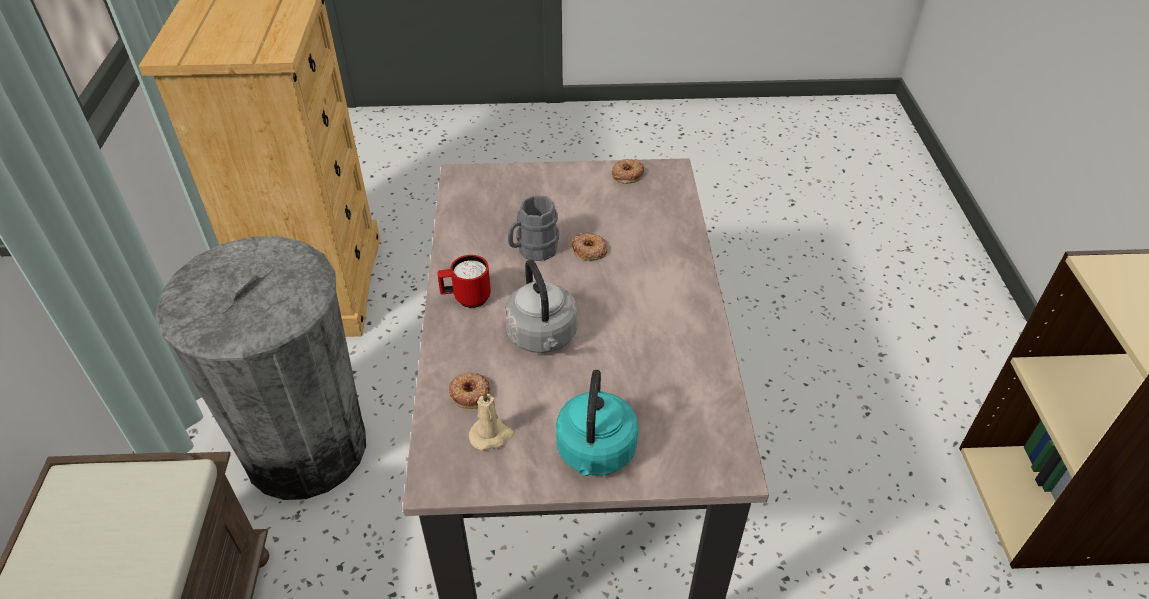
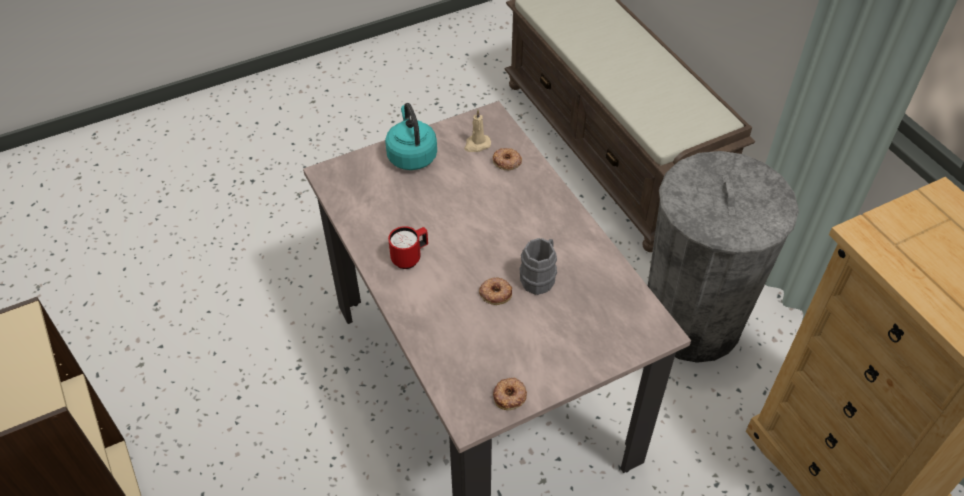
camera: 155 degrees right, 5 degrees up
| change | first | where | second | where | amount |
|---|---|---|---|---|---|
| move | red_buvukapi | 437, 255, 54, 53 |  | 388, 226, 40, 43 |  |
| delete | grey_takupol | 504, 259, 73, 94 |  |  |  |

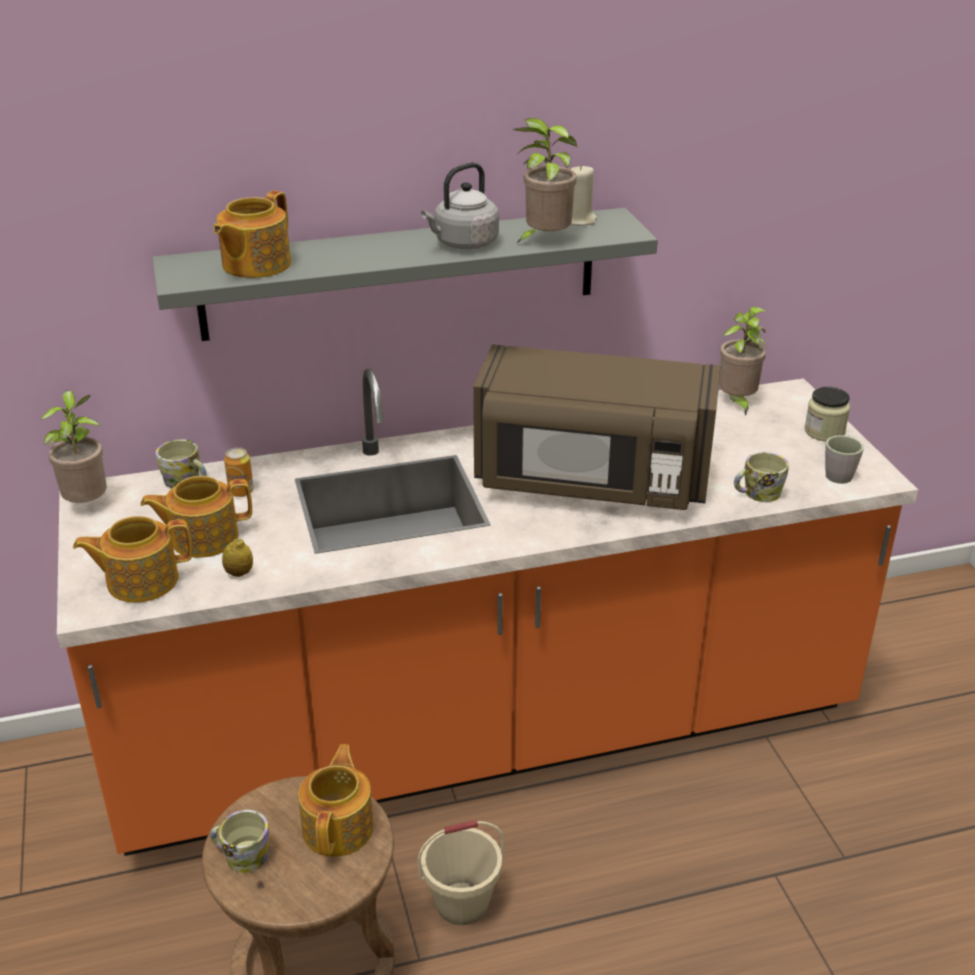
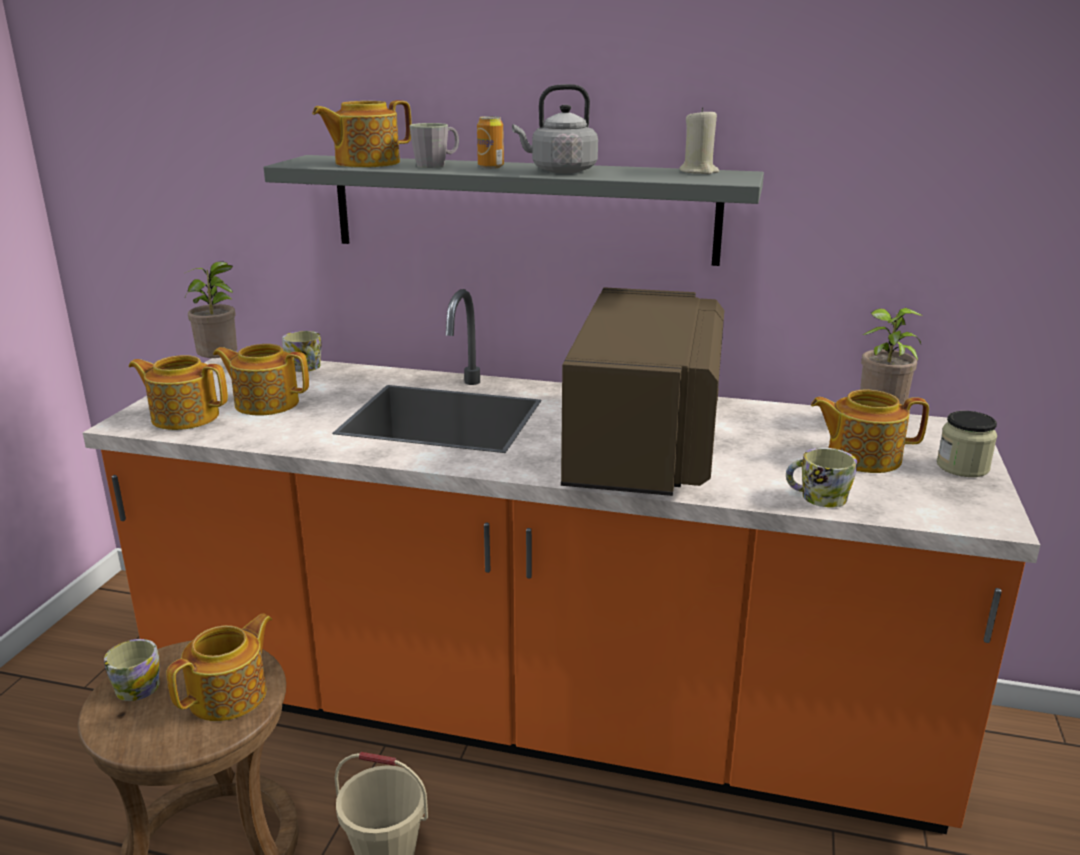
camera: 30 degrees right, 10 degrees down
| change | first | where | second | where | amount |
|---|---|---|---|---|---|
| move | grey_buvukapi | 825, 435, 39, 49 |  | 410, 123, 49, 45 |  |
| move | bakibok | 224, 447, 30, 50 |  | 477, 116, 27, 53 |  |
| rotate | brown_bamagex | 473, 344, 247, 166 |  | 561, 287, 163, 209 | 120 degrees counterclockwise |
| insert |  |  | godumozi | 811, 389, 118, 84 |  |
| delete | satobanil | 222, 538, 31, 39 |  |  |  |
| delete | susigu | 513, 118, 65, 126 |  |  |  |

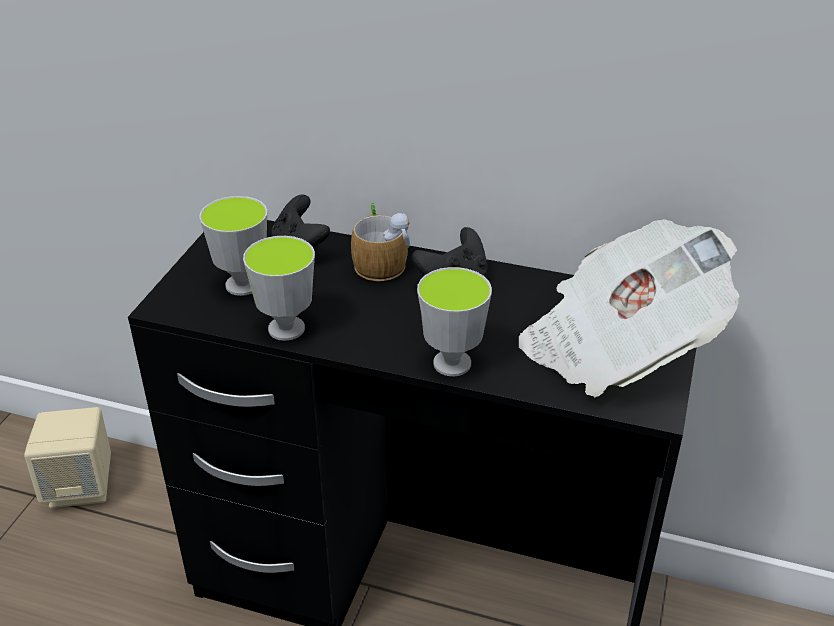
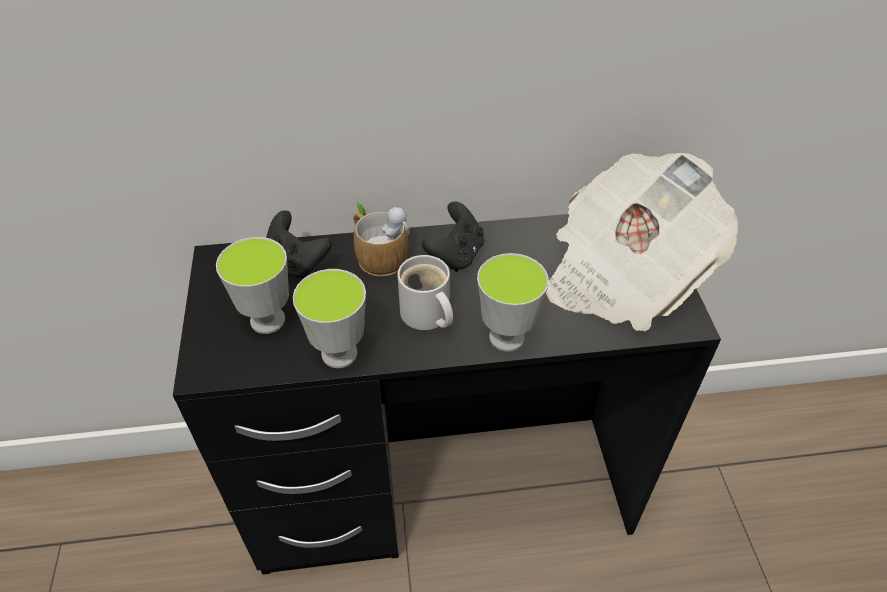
camera: 25 degrees left, 10 degrees up
| change | first | where | second | where | amount |
|---|---|---|---|---|---|
| insert |  |  | white_buvukapi | 397, 255, 56, 75 |  |
| delete | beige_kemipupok | 24, 407, 87, 101 |  |  |  |

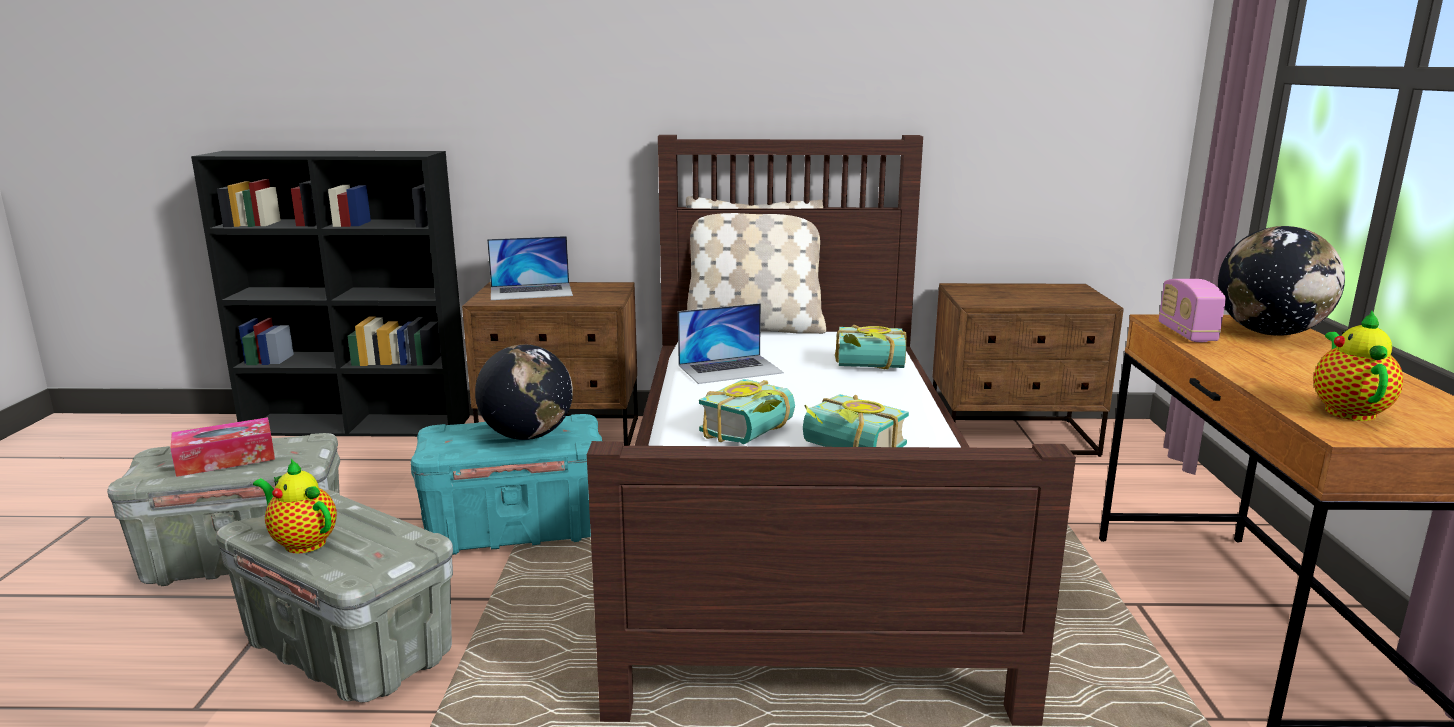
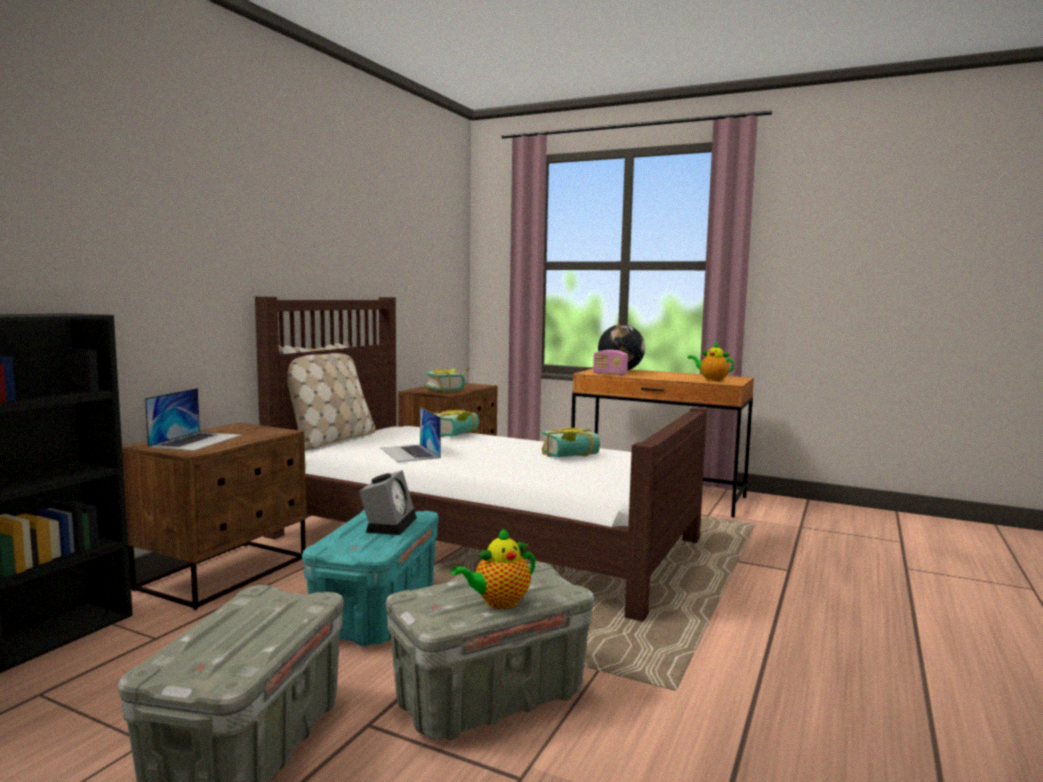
camera: 65 degrees left, 10 degrees down
| change | first | where | second | where | amount |
|---|---|---|---|---|---|
| replace | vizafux | 475, 344, 98, 96 | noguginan | 359, 470, 58, 65 |  |
| rotate | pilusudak | 678, 303, 106, 81 |  | 381, 407, 60, 55 | 150 degrees clockwise |
| move | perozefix | 699, 379, 96, 65 |  | 425, 367, 45, 25 |  |
| delete | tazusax | 170, 417, 105, 60 |  |  |  |

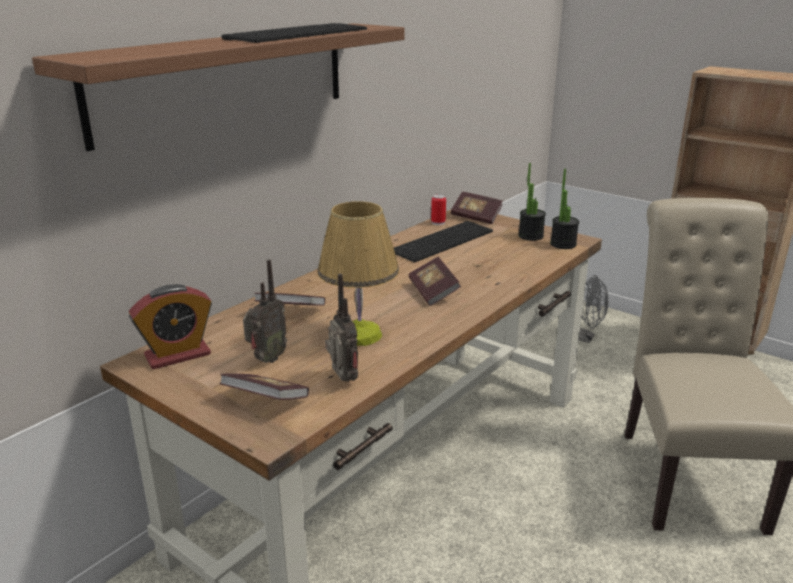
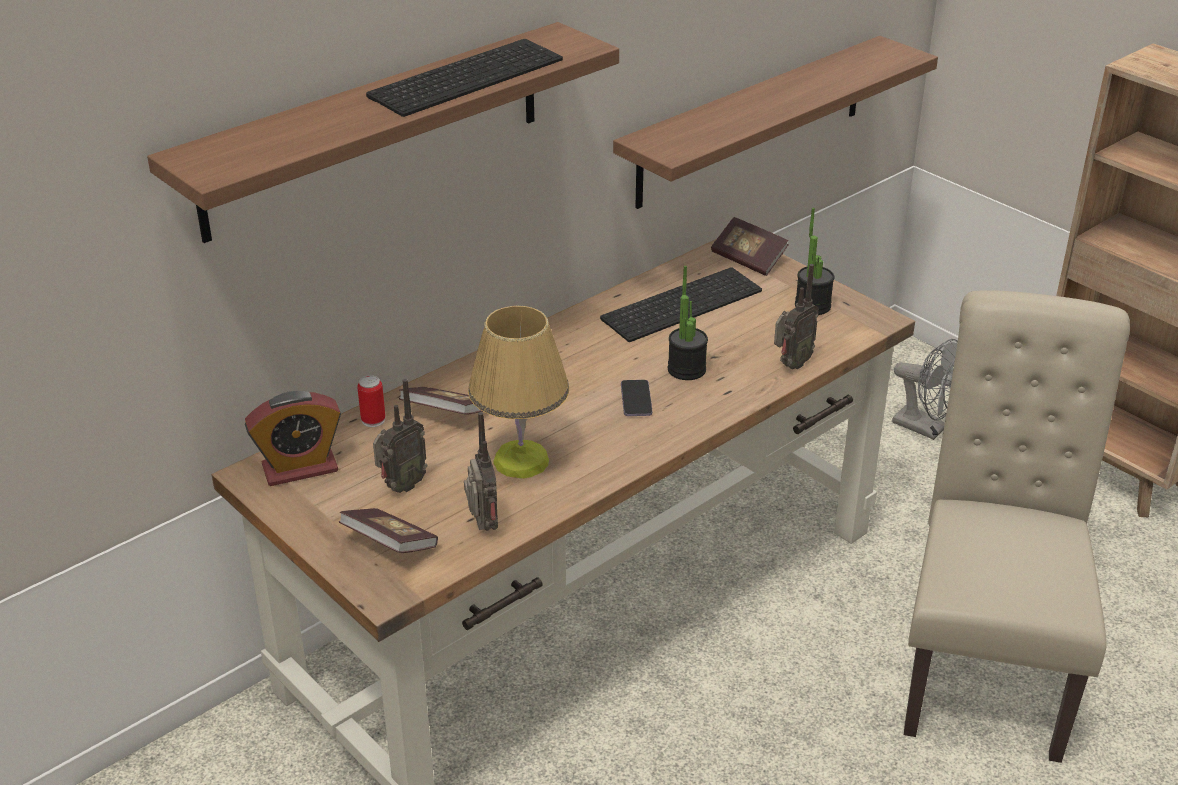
camera: 10 degrees right, 10 degrees up
| change | first | where | second | where | amount |
|---|---|---|---|---|---|
| move | bakibok | 431, 194, 15, 31 |  | 357, 375, 28, 52 |  |
| insert |  |  | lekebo | 613, 36, 325, 173 |  |
| replace | perozefix | 409, 257, 52, 49 | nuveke | 621, 380, 31, 36 |  |
| move | susigu | 550, 169, 29, 80 |  | 668, 266, 40, 114 |  |
| insert |  |  | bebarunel | 774, 264, 45, 106 |  |

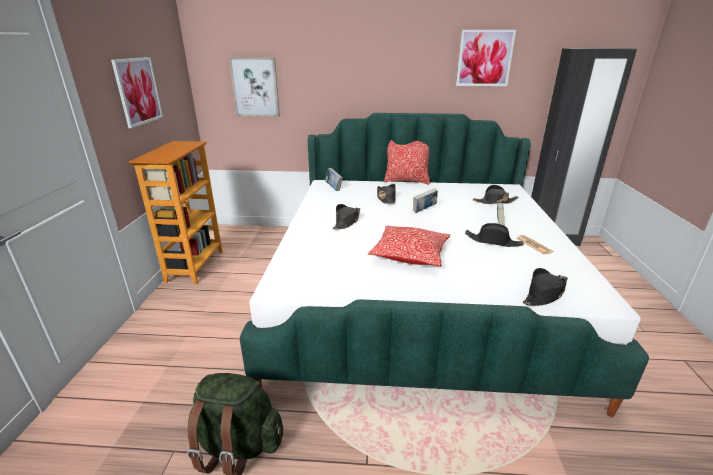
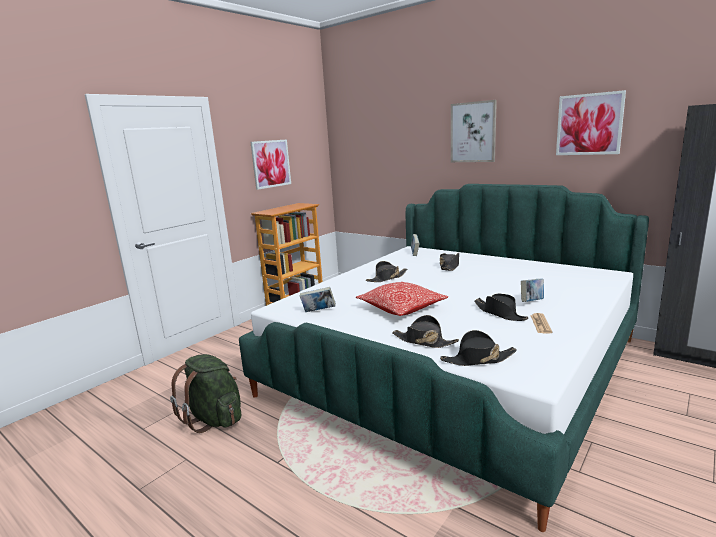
camera: 35 degrees right, 10 degrees down
| change | first | where | second | where | amount |
|---|---|---|---|---|---|
| move | perozefix | 413, 188, 25, 25 |  | 300, 287, 36, 25 |  |
| move | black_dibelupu | 473, 185, 46, 19 |  | 393, 315, 66, 33 |  |
| move | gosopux | 229, 57, 51, 60 |  | 451, 100, 46, 62 |  |
| delete | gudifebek | 384, 140, 46, 44 |  |  |  |

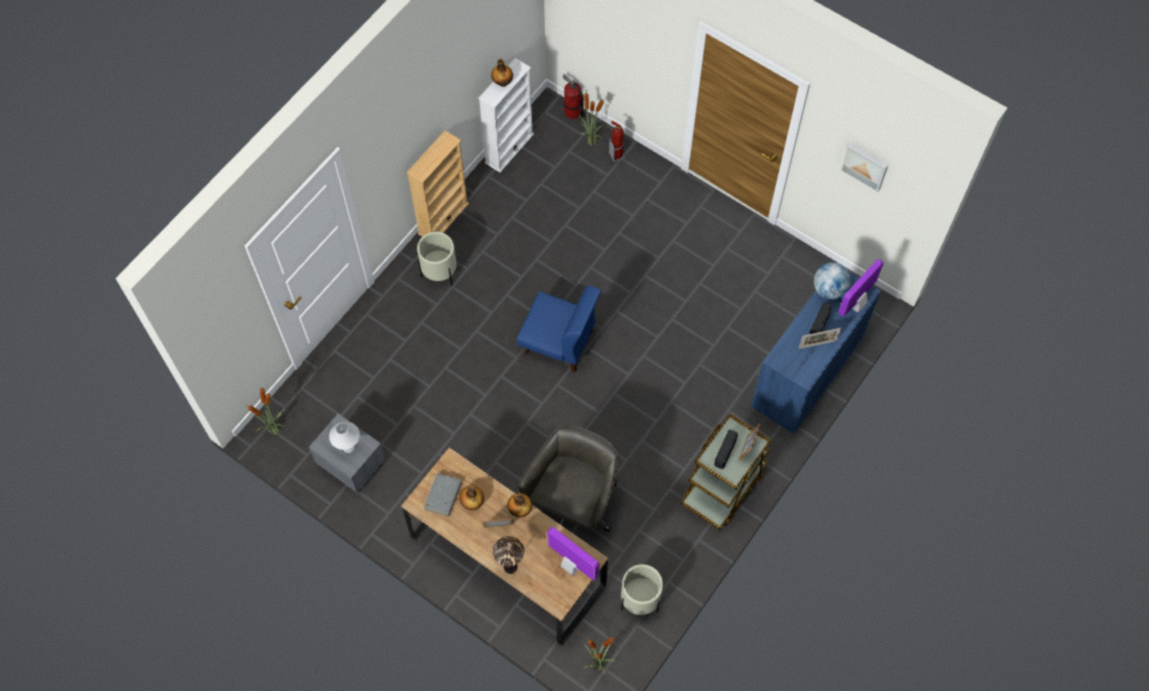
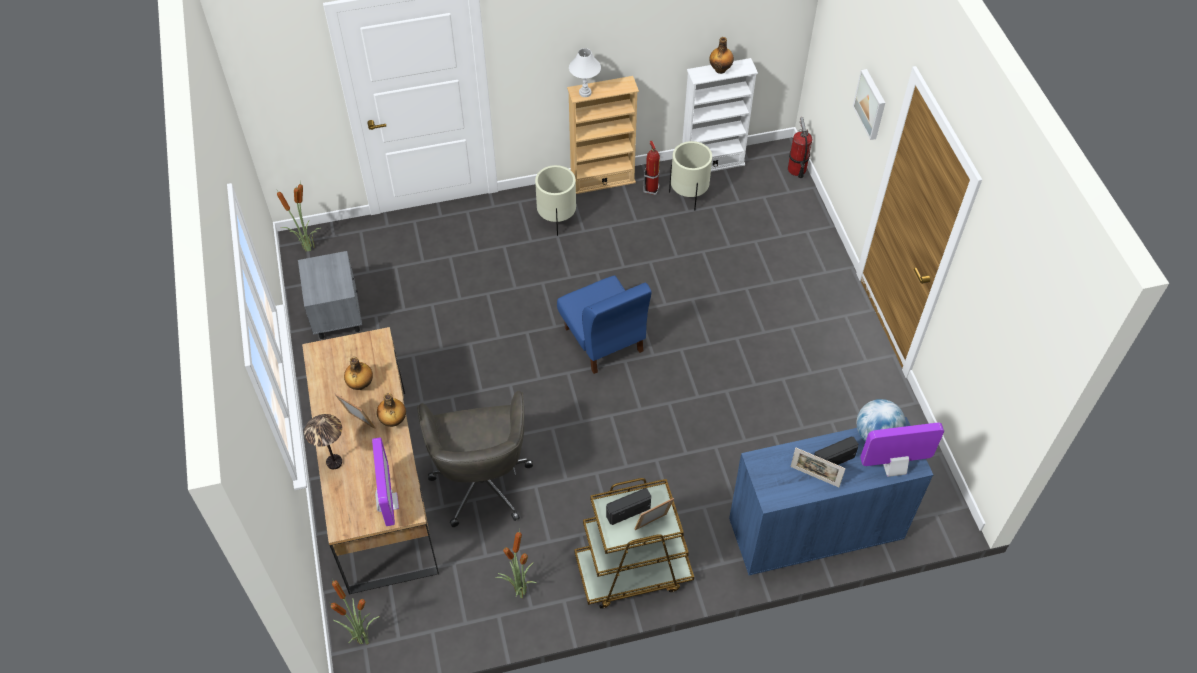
camera: 40 degrees right, 10 degrees down
| change | first | where | second | where | amount |
|---|---|---|---|---|---|
| rotate | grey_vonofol | 519, 425, 100, 107 |  | 417, 391, 116, 136 | 105 degrees clockwise |
| move | susigu | 578, 93, 26, 53 |  | 495, 530, 42, 68 |  |
| move | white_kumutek | 329, 421, 31, 32 |  | 569, 48, 32, 49 |  |
| move | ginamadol | 609, 121, 16, 41 |  | 643, 141, 17, 54 |  |
| move | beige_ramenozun | 621, 564, 42, 51 |  | 669, 141, 43, 70 |  |
| move | gosopux | 840, 143, 48, 49 |  | 853, 69, 32, 71 |  |
| delete | grey_perozefix | 424, 473, 38, 44 |  |  |  |

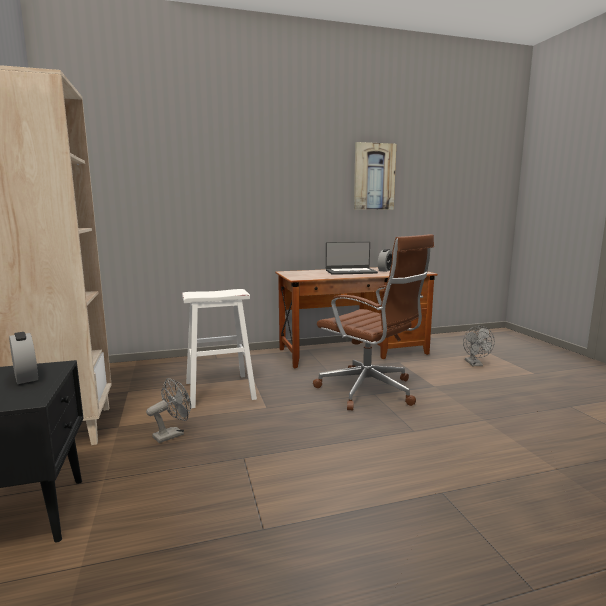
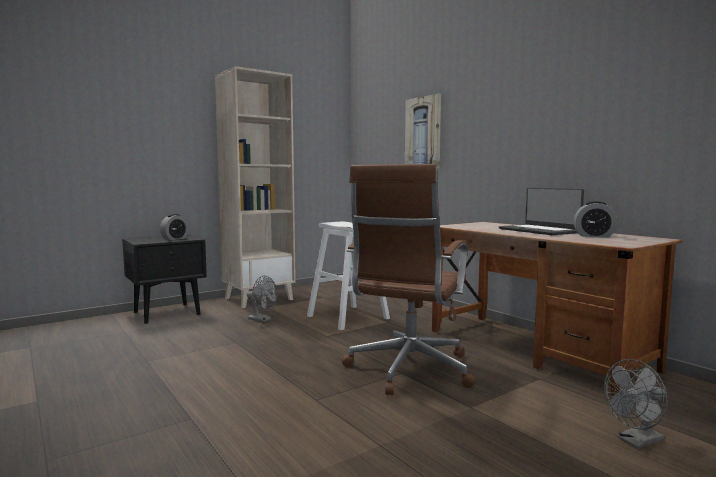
camera: 70 degrees right, 5 degrees down
| change | first | where | second | where | amount |
|---|---|---|---|---|---|
| move | gosopux | 354, 142, 42, 68 |  | 405, 94, 36, 74 |  |

